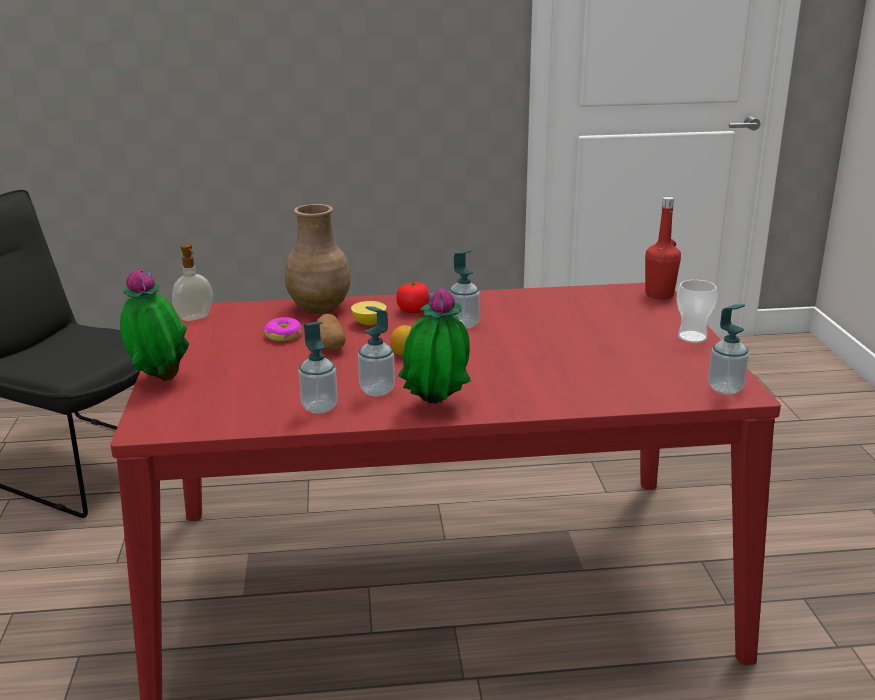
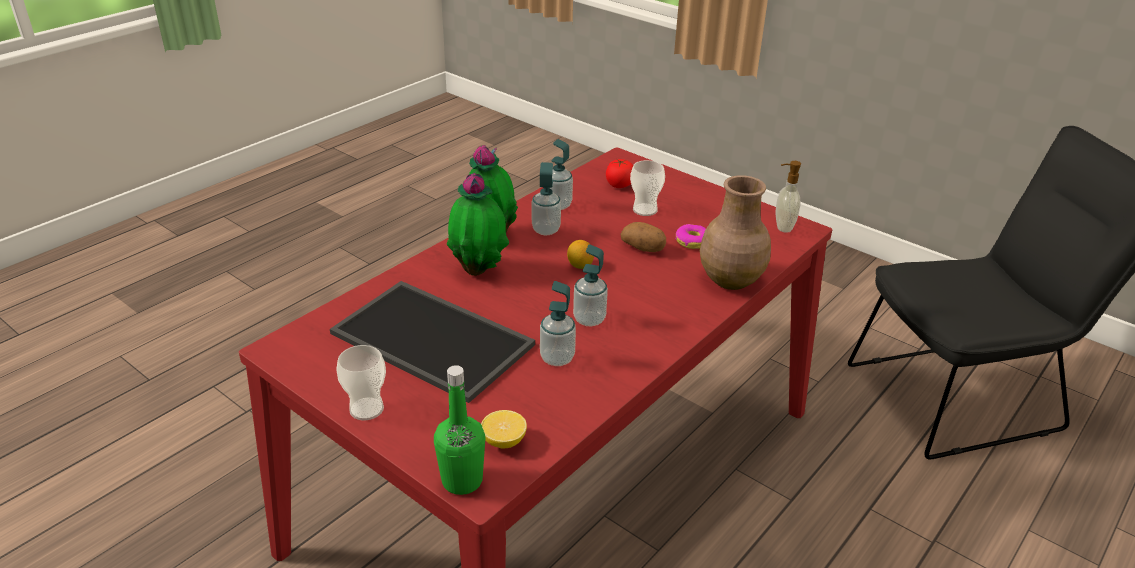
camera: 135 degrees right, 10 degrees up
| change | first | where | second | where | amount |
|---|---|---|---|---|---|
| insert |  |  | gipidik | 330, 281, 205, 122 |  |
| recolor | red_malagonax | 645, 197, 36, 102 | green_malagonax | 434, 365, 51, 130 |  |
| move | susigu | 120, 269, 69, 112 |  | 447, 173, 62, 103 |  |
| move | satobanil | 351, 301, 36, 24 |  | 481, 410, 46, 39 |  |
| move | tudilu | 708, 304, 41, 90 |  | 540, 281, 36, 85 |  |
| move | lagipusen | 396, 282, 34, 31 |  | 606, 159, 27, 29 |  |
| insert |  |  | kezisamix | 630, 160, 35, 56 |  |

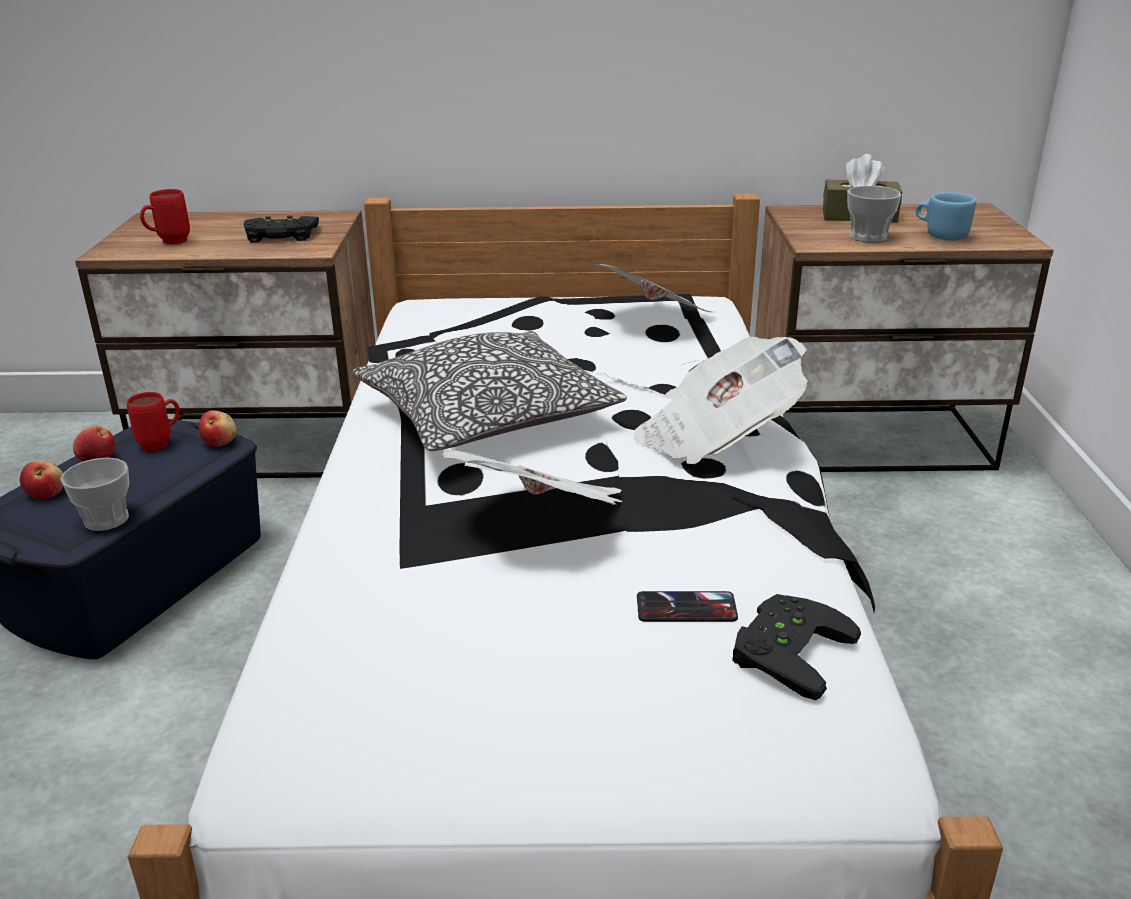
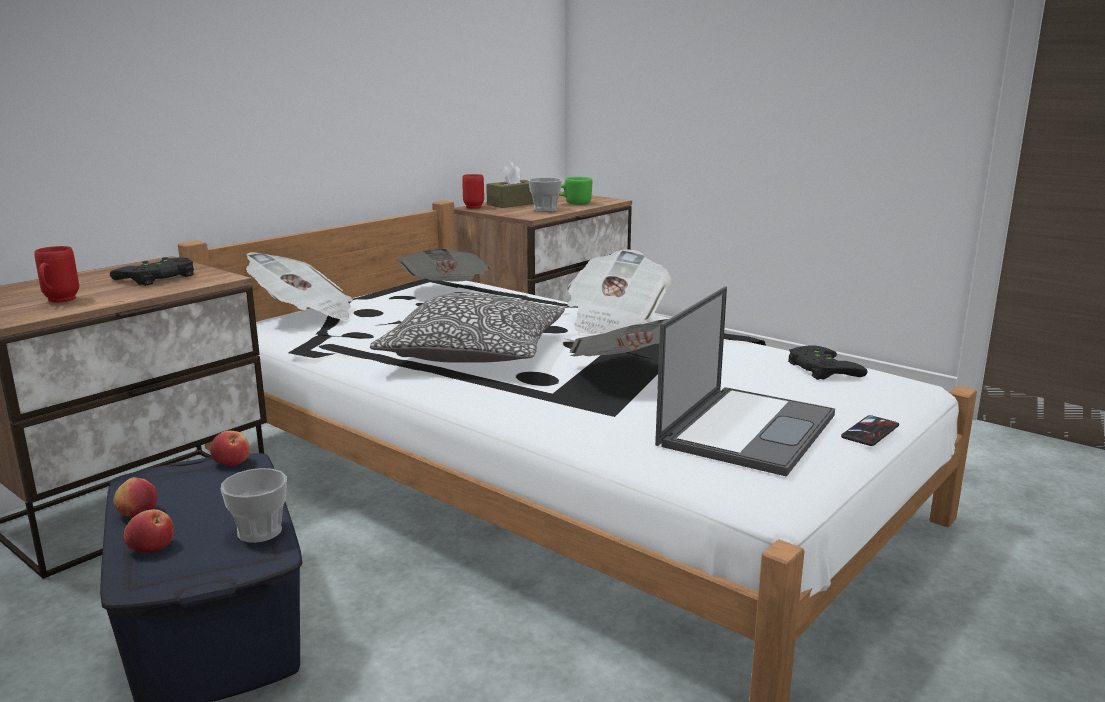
camera: 50 degrees left, 10 degrees down
| change | first | where | second | where | amount |
|---|---|---|---|---|---|
| insert |  |  | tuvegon | 246, 252, 107, 68 |  |
| move | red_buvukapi | 127, 392, 53, 59 |  | 462, 174, 22, 35 |  |
| recolor | blue_buvukapi | 916, 192, 60, 49 | green_buvukapi | 559, 177, 33, 28 |  |
| insert |  |  | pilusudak | 655, 286, 180, 191 |  |
| move | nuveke | 637, 591, 101, 31 |  | 841, 415, 58, 31 |  |

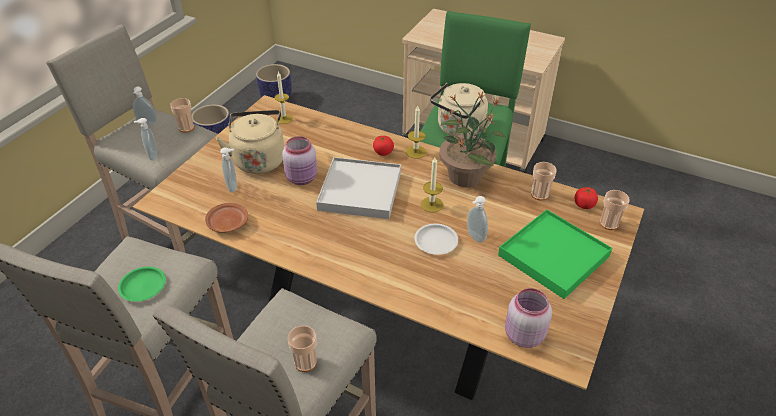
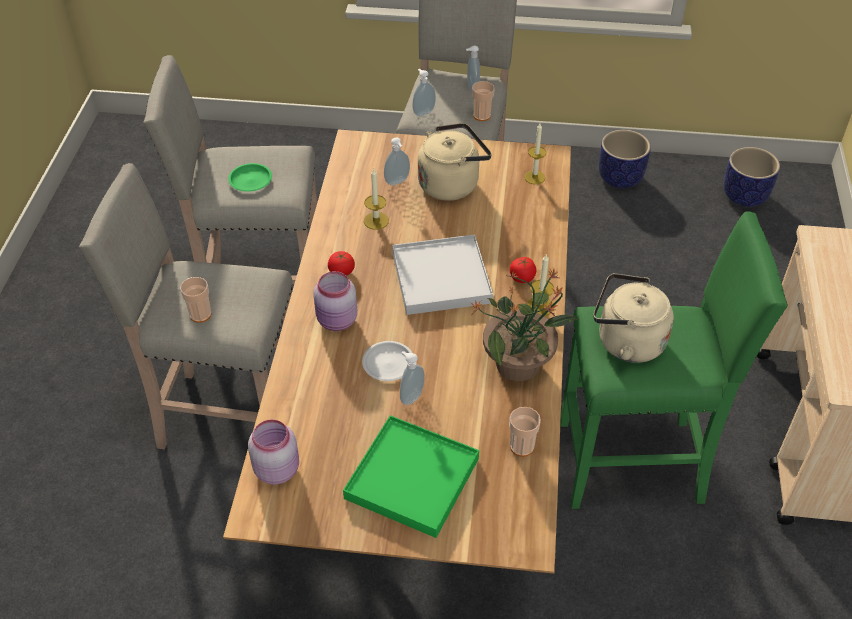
camera: 70 degrees right, 5 degrees up
| change | first | where | second | where | amount |
|---|---|---|---|---|---|
| move | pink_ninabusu | 282, 136, 35, 49 |  | 313, 271, 44, 60 |  |
| move | lagipusen | 574, 187, 24, 22 |  | 328, 251, 27, 25 |  |
| move | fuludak | 421, 157, 22, 56 |  | 364, 169, 25, 61 |  |
| delete | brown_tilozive | 205, 203, 43, 30 |  |  |  |
| delete | kezisamix | 600, 190, 30, 40 |  |  |  |

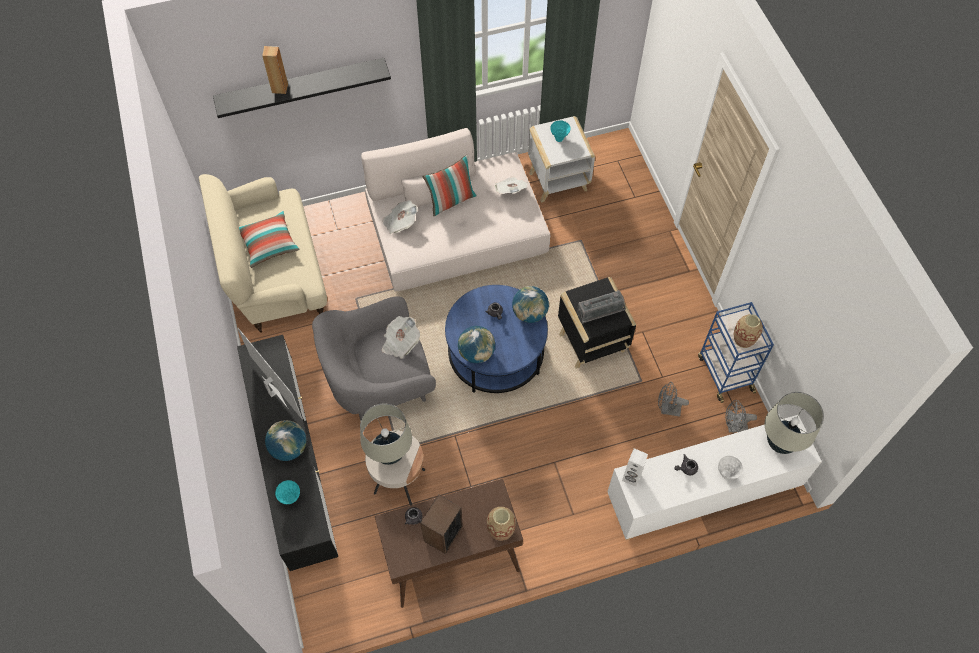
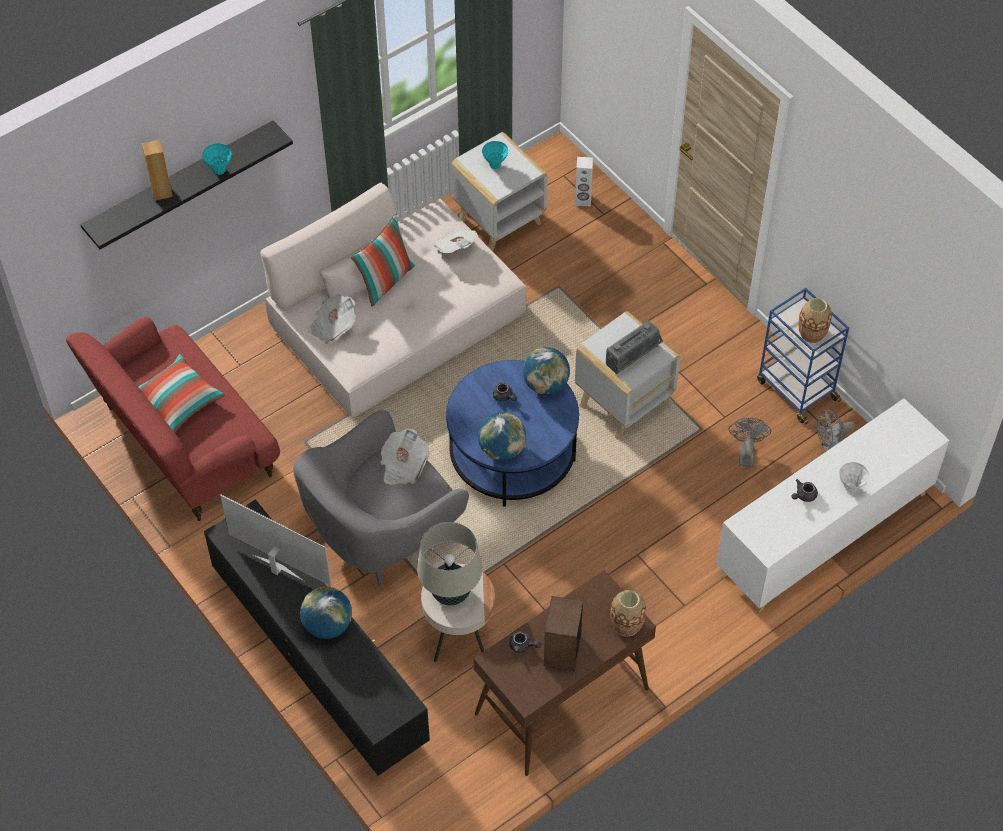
camera: 20 degrees left, 5 degrees down
| change | first | where | second | where | amount |
|---|---|---|---|---|---|
| recolor | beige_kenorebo | 199, 174, 128, 159 | red_kenorebo | 66, 317, 214, 204 |  |
| move | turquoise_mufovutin | 275, 480, 25, 24 |  | 202, 143, 30, 32 |  |
| move | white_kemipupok | 622, 448, 26, 39 |  | 575, 157, 18, 49 |  |
| recolor | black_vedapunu | 558, 277, 78, 92 | white_vedapunu | 575, 311, 105, 129 |  |
| rotate | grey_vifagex | 658, 382, 31, 35 |  | 729, 418, 42, 49 | 105 degrees clockwise |
| delete | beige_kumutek | 764, 392, 60, 62 |  |  |  |

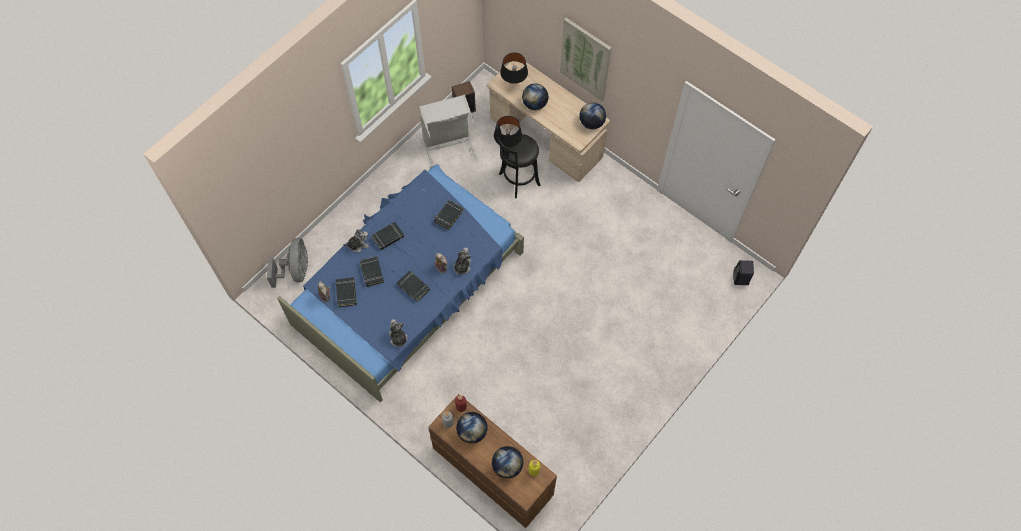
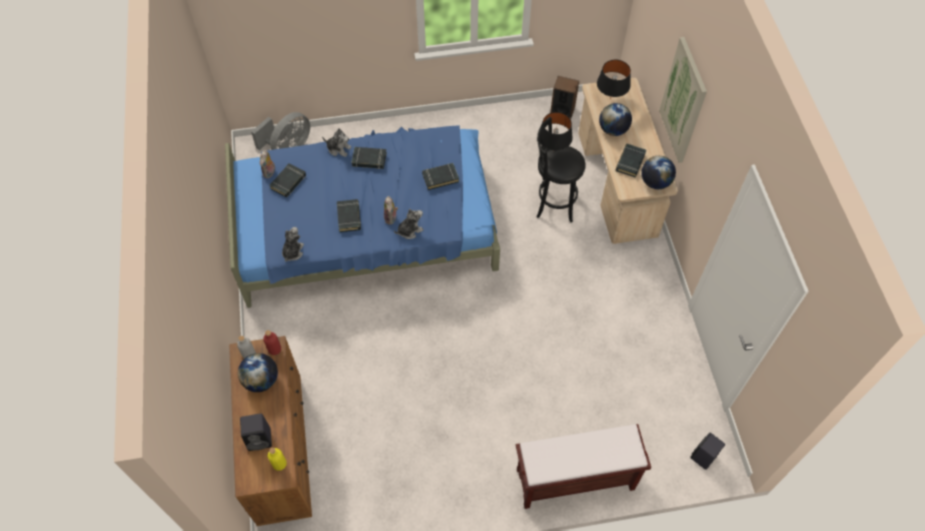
camera: 40 degrees right, 5 degrees down
| change | first | where | second | where | amount |
|---|---|---|---|---|---|
| replace | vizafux | 492, 446, 31, 32 | black_kemipupok | 240, 413, 32, 38 |  |
| insert |  |  | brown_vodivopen | 516, 424, 135, 85 |  |
| move | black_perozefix | 360, 256, 24, 31 |  | 616, 144, 30, 34 |  |
| delete | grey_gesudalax | 419, 95, 58, 71 |  |  |  |

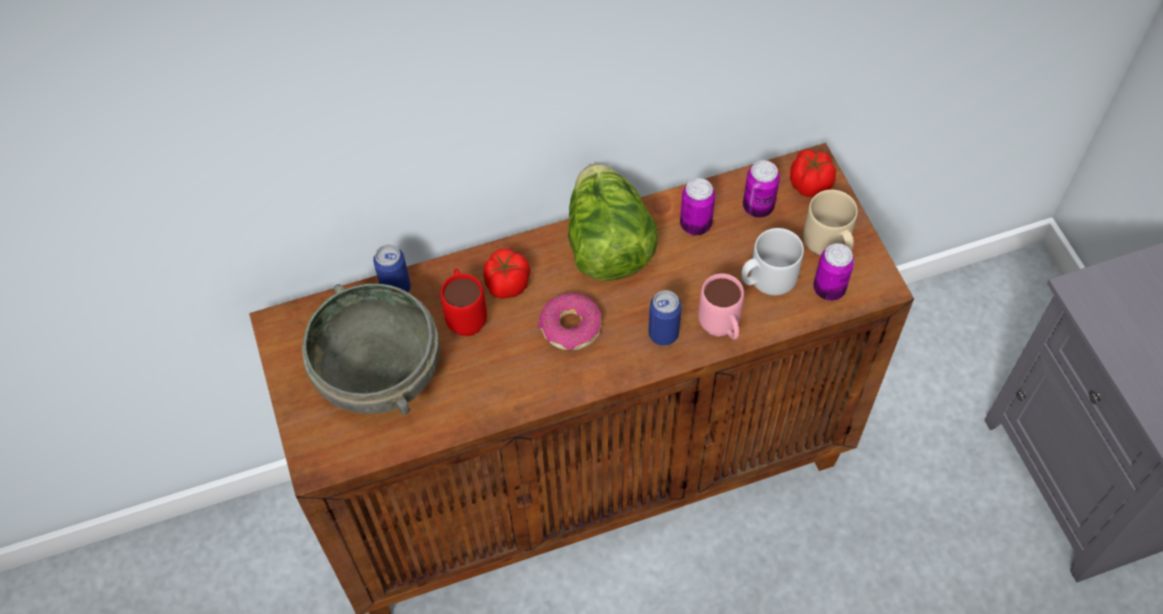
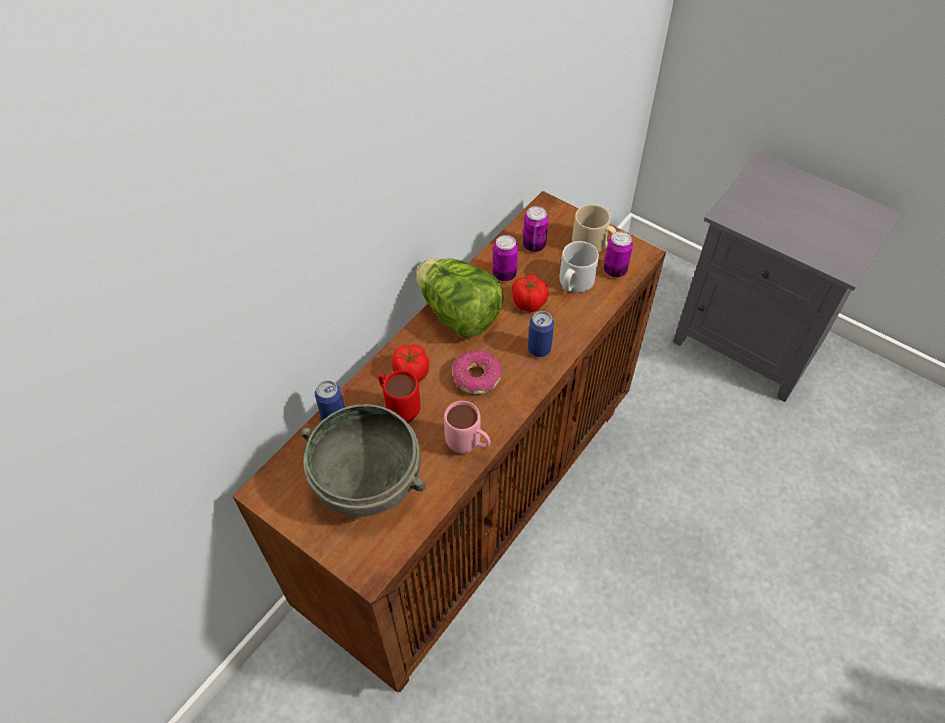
camera: 35 degrees left, 5 degrees down
| change | first | where | second | where | amount |
|---|---|---|---|---|---|
| move | pink_buvukapi | 698, 274, 46, 66 |  | 444, 401, 47, 53 |  |
| move | lagipusen | 790, 150, 46, 47 |  | 512, 275, 36, 37 |  |

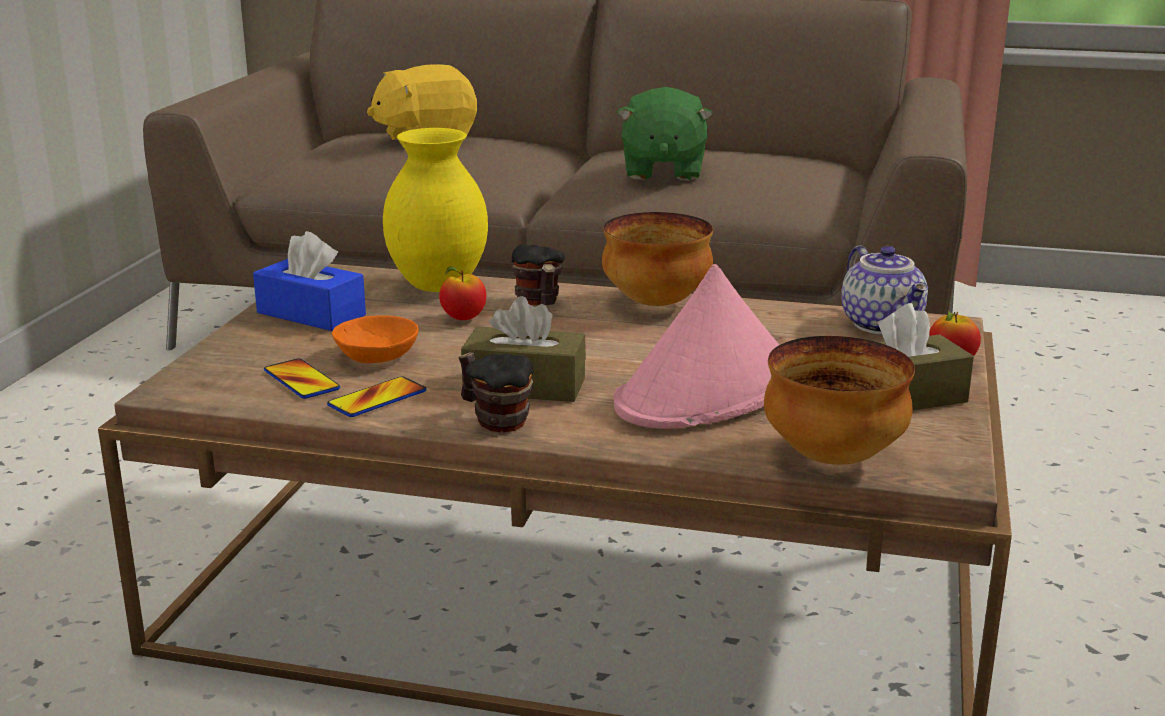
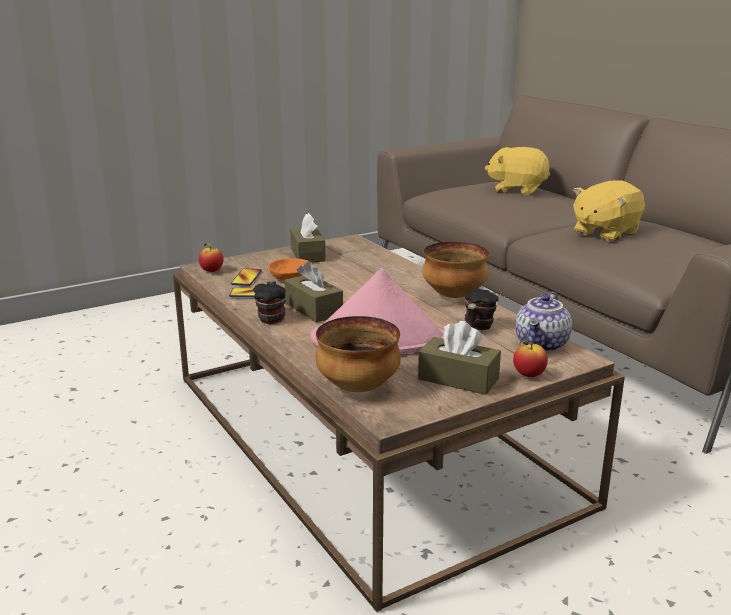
camera: 45 degrees right, 0 degrees up
| change | first | where | second | where | amount |
|---|---|---|---|---|---|
| move | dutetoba | 439, 266, 47, 54 |  | 199, 242, 24, 30 |  |
| recolor | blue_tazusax | 253, 231, 113, 100 | brown_tazusax | 290, 213, 36, 50 |  |
| move | buvukapi | 512, 244, 53, 61 |  | 465, 287, 34, 43 |  |
| recolor | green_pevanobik | 617, 87, 96, 93 | yellow_pevanobik | 573, 181, 72, 61 |  |
| delete | yellow_mufovutin | 383, 128, 105, 164 |  |  |  |

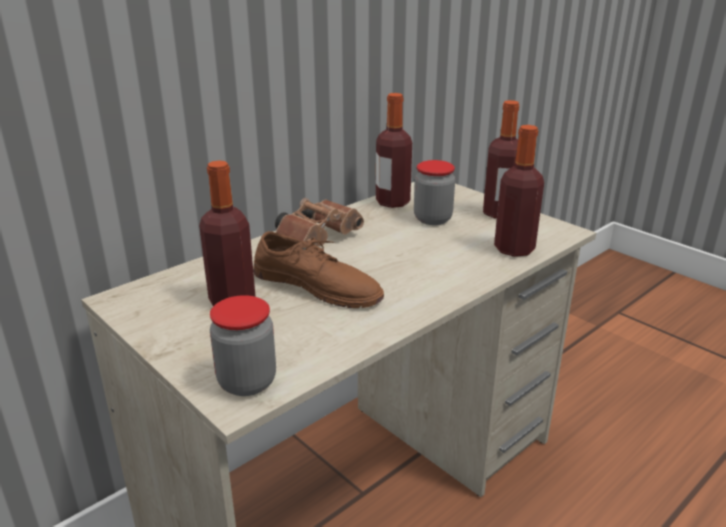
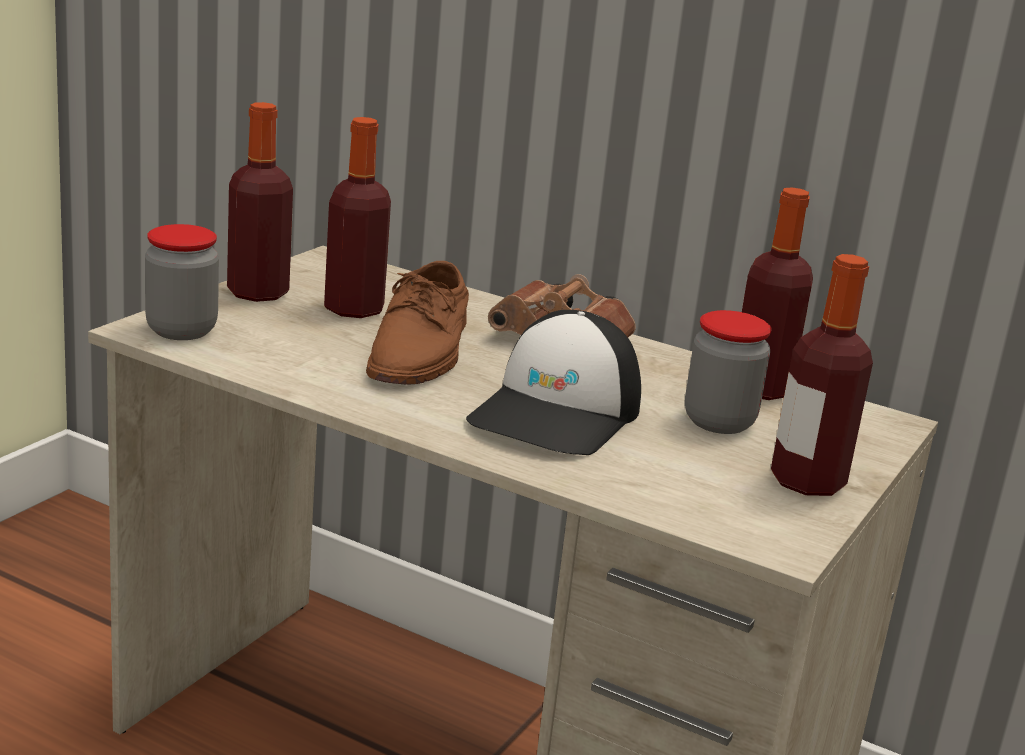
camera: 70 degrees right, 5 degrees down
| change | first | where | second | where | amount |
|---|---|---|---|---|---|
| move | malagonax | 494, 125, 50, 132 |  | 227, 102, 66, 200 |  |
| insert |  |  | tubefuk | 466, 310, 175, 145 |  |

